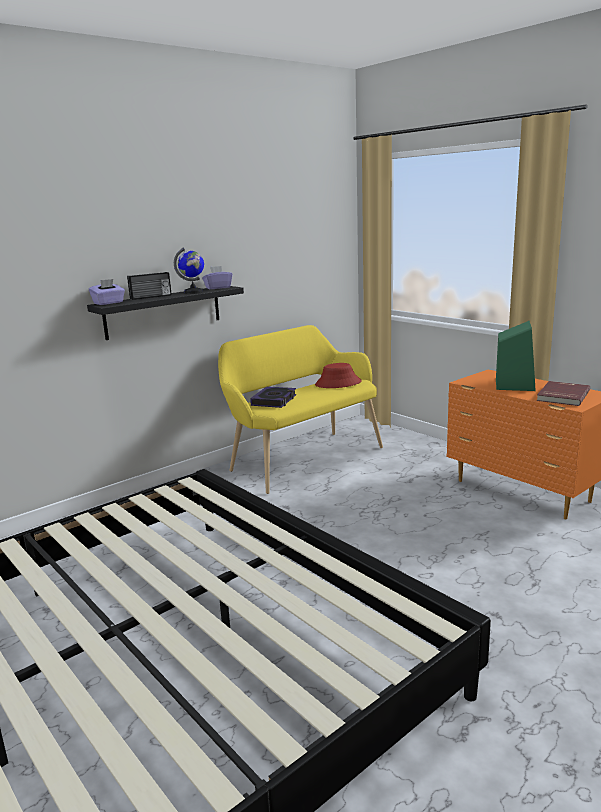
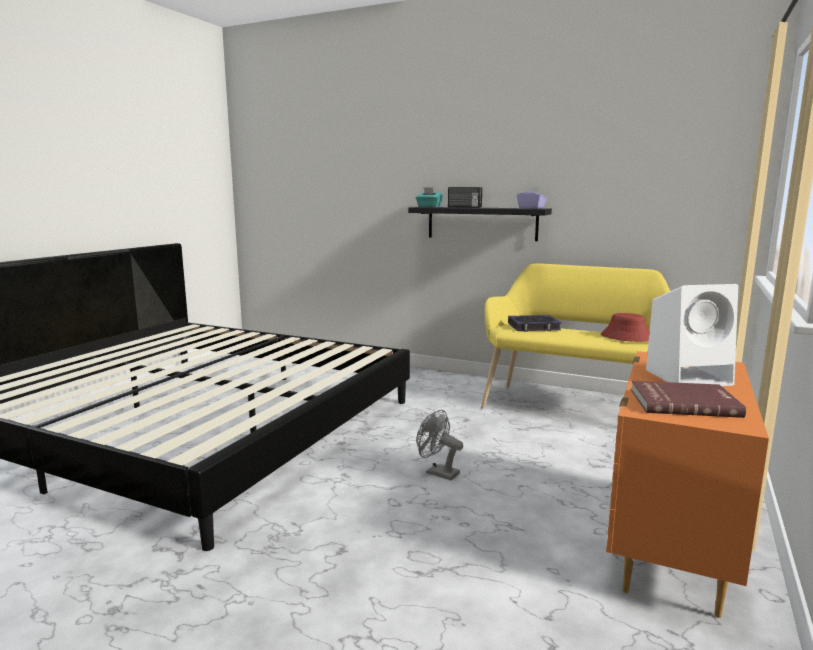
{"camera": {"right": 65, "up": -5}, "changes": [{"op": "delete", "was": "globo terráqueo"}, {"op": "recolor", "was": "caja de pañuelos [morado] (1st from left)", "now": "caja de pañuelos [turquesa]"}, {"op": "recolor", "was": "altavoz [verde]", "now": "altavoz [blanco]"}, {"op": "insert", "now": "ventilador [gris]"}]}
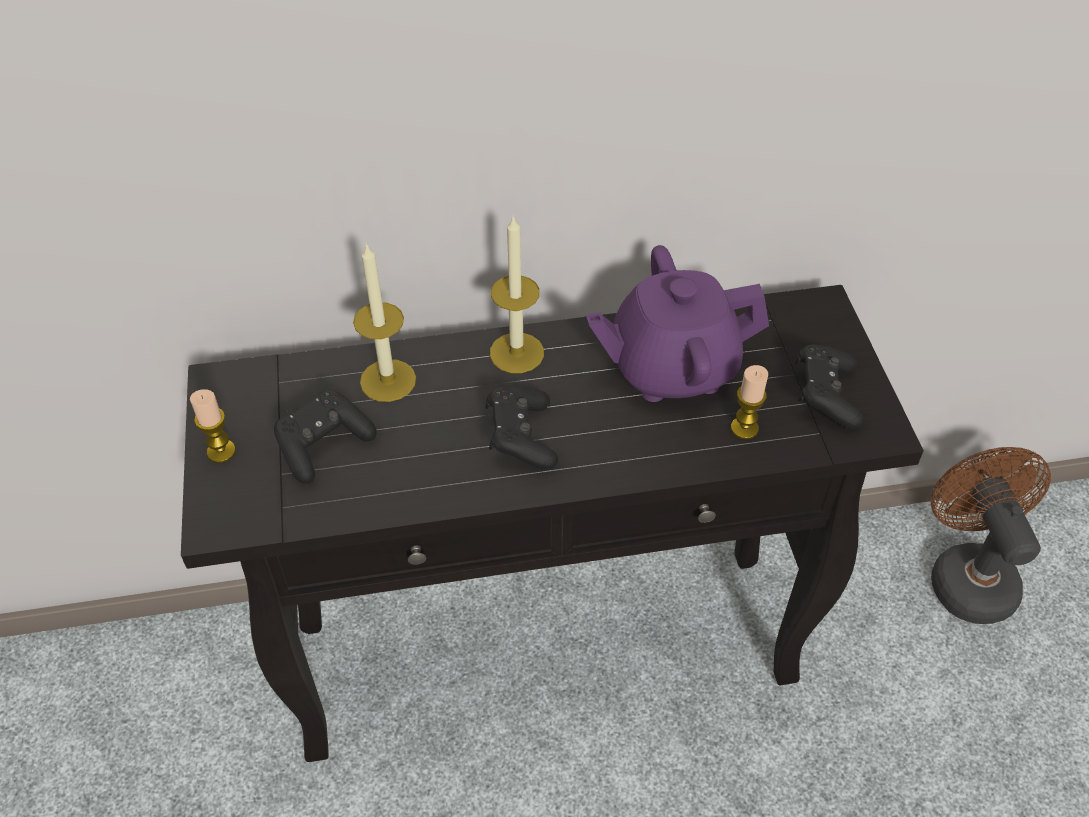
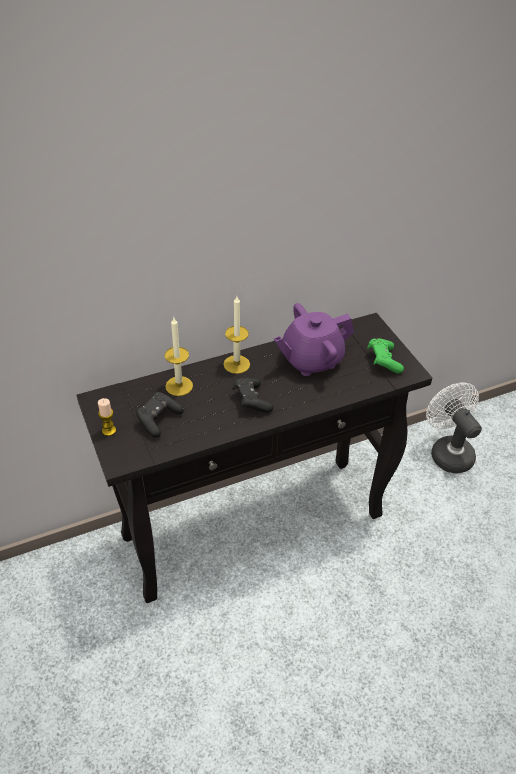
{"camera": {"right": -15, "up": -5}, "changes": [{"op": "recolor", "was": "mando de consola [negro] (3rd from left)", "now": "mando de consola [verde]"}, {"op": "delete", "was": "vela (4th from left)"}, {"op": "recolor", "was": "ventilador [marrón]", "now": "ventilador [blanco]"}]}
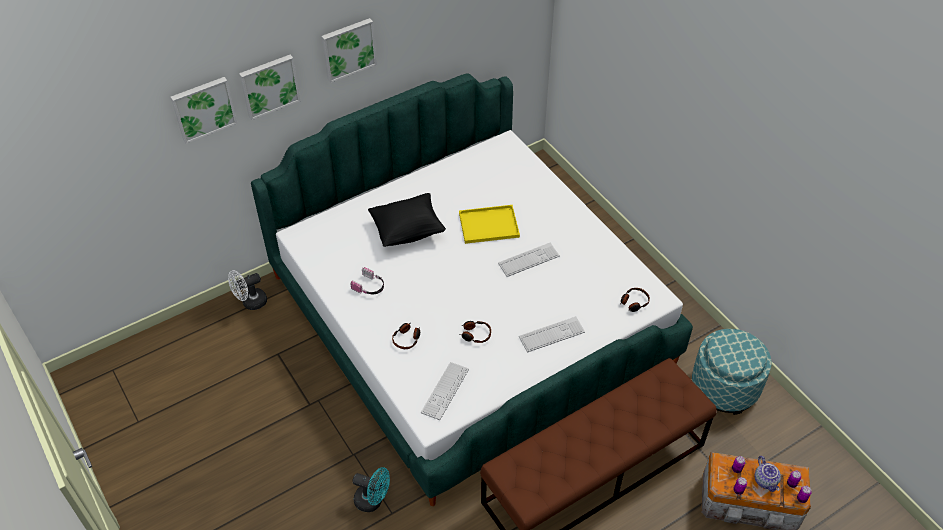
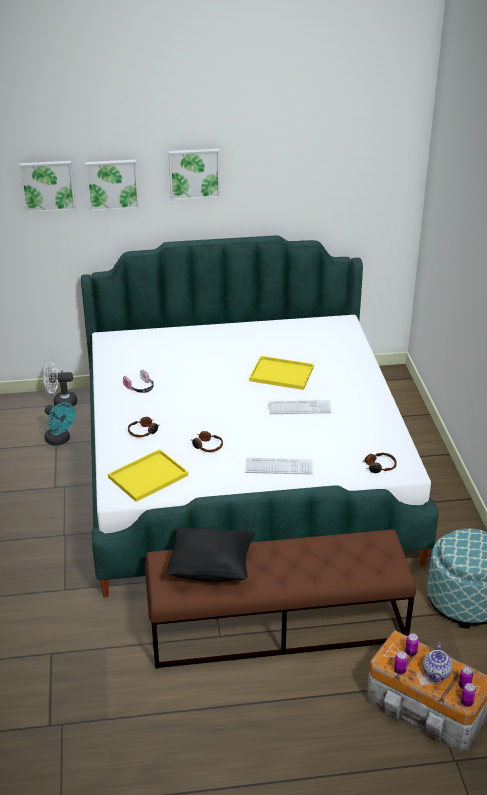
{"camera": {"right": 25, "up": -15}, "changes": [{"op": "move", "was": "cojín [negro]"}, {"op": "replace", "was": "teclado (1st from left)", "now": "bandeja [amarillo] (1st from left)"}, {"op": "move", "was": "ventilador [turquesa]"}]}
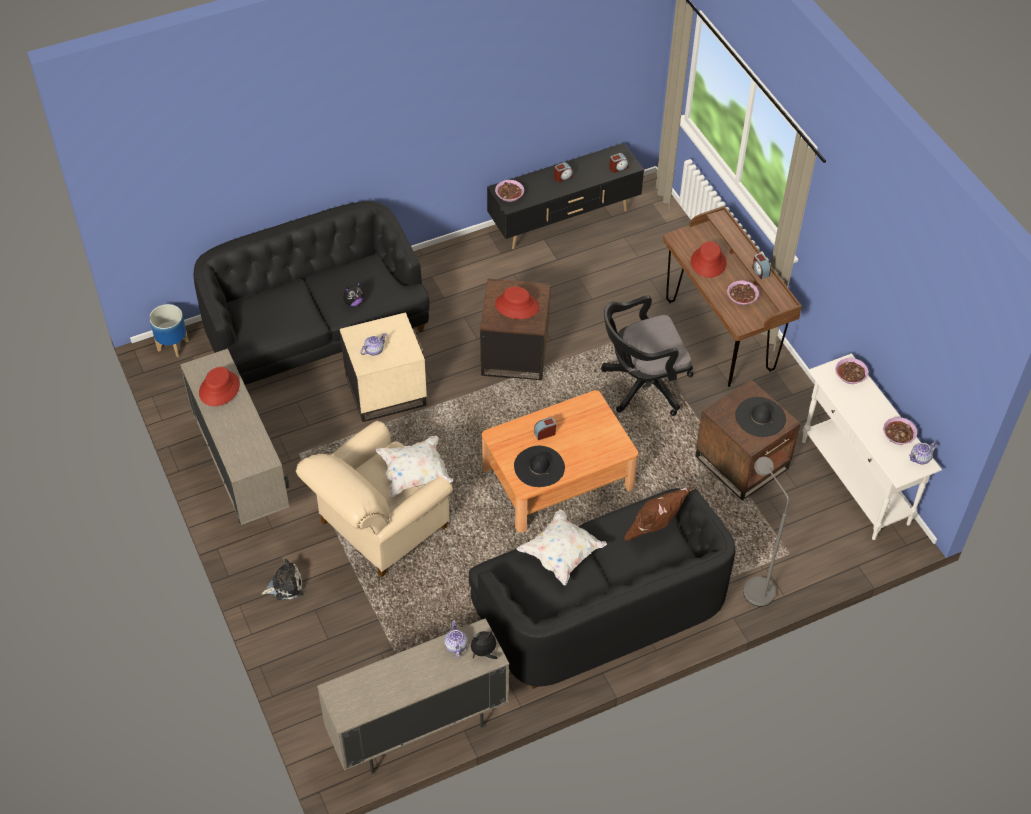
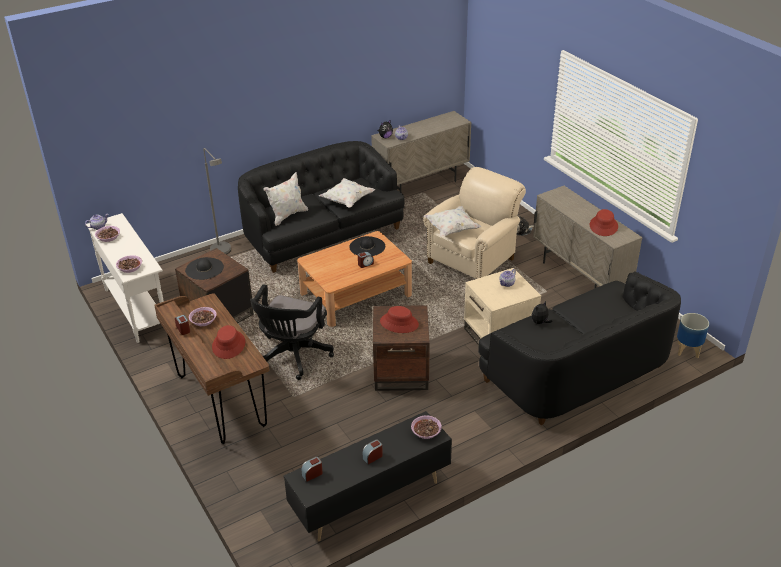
{"camera": {"right": 175, "up": -15}, "changes": [{"op": "rotate", "was": "silla de oficina [negro]", "clockwise": 135}, {"op": "recolor", "was": "cojín [marrón]", "now": "cojín [blanco] (1st from left)"}]}
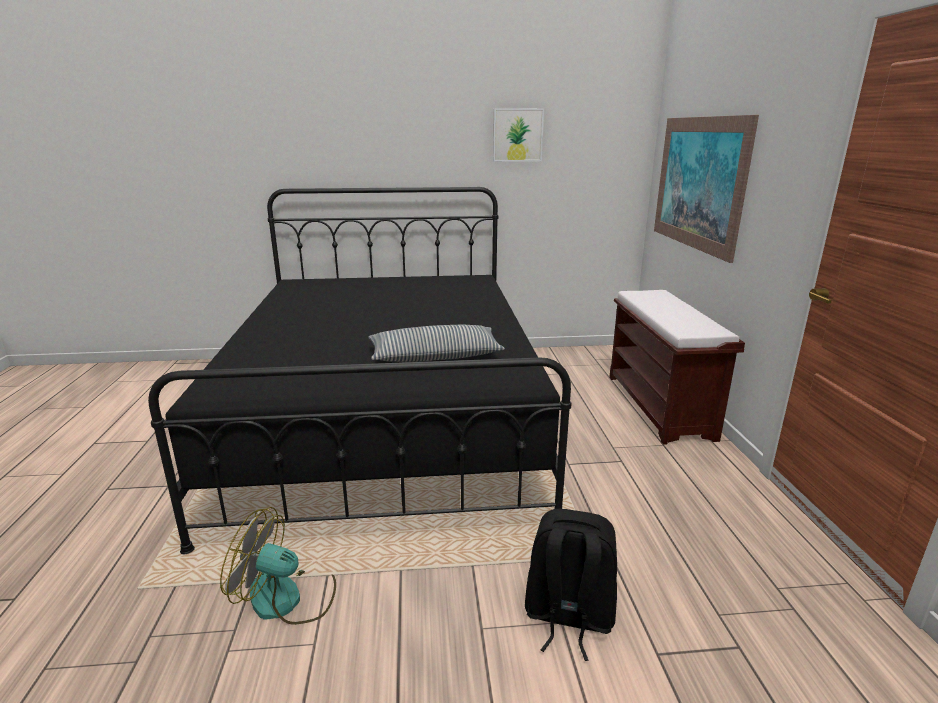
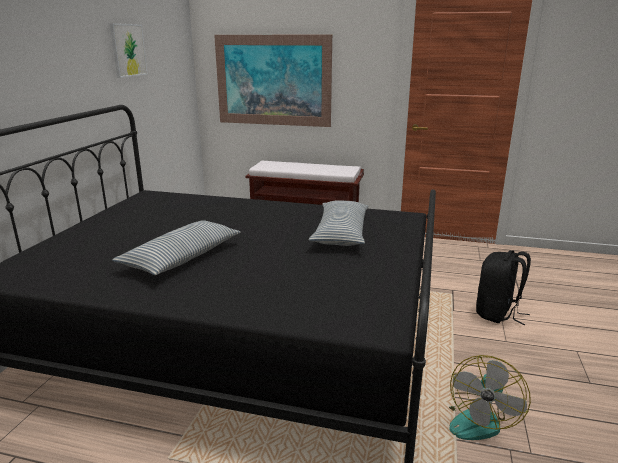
{"camera": {"right": -70, "up": 0}, "changes": [{"op": "insert", "now": "cojín (1st from left)"}]}
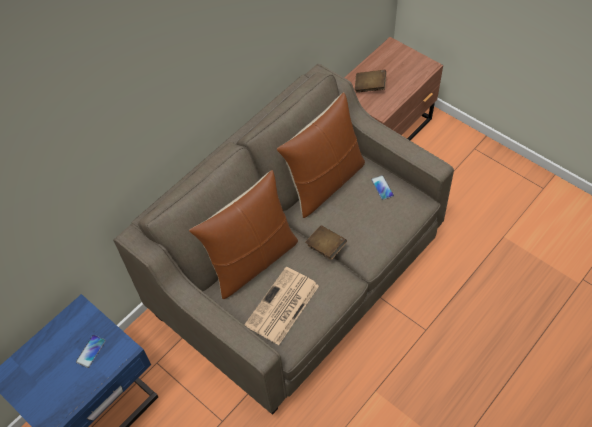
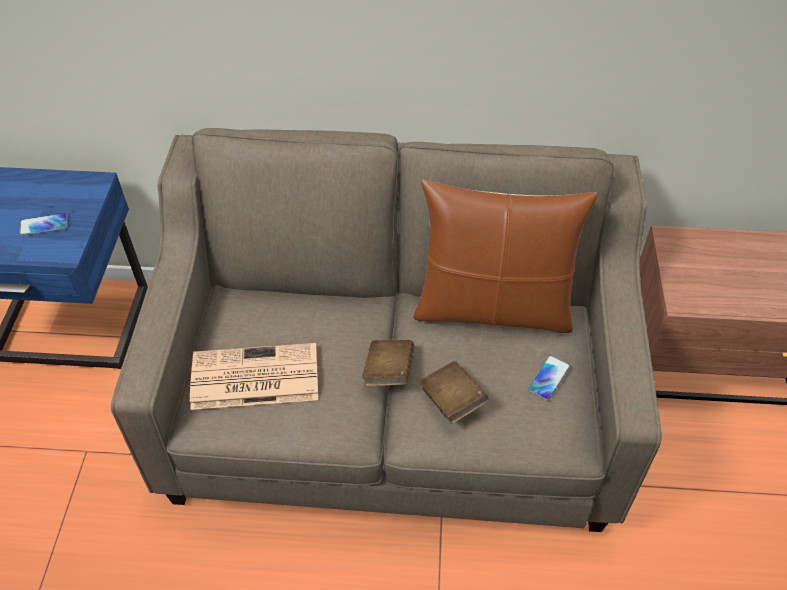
{"camera": {"right": 50, "up": -5}, "changes": [{"op": "move", "was": "libro [marrón] (2nd from left)"}, {"op": "delete", "was": "cojín [marrón] (1st from left)"}]}
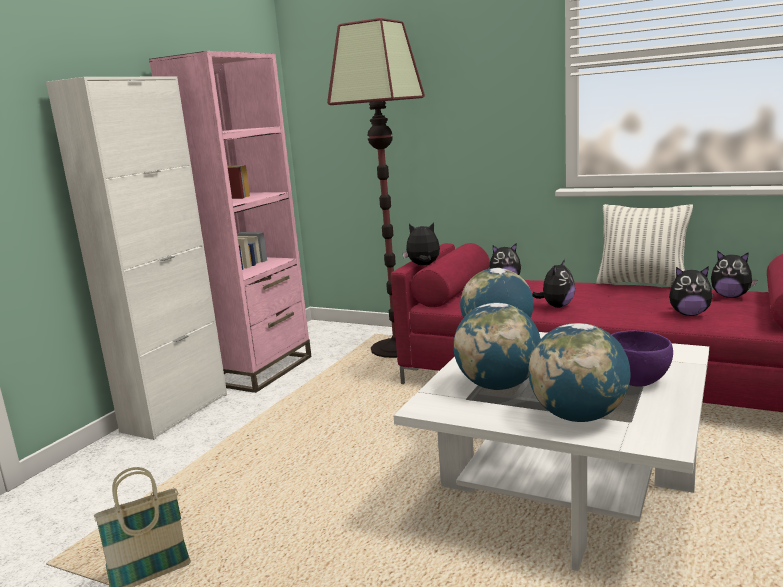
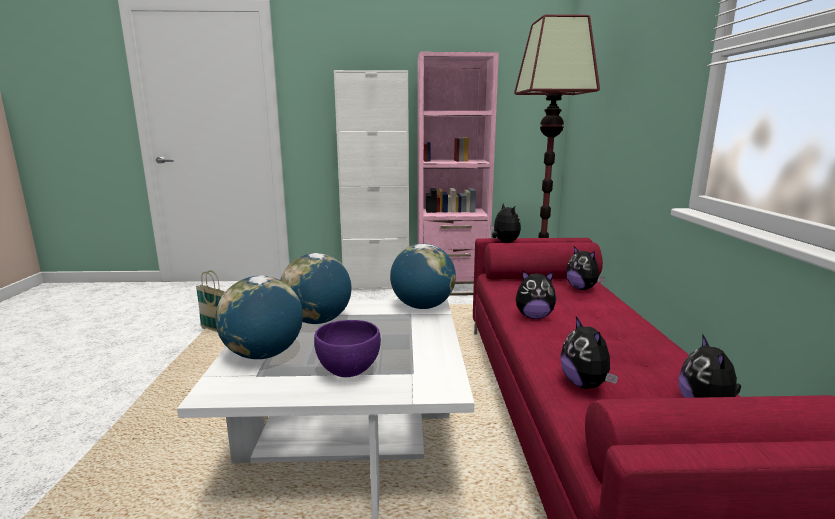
{"camera": {"right": 60, "up": 0}, "changes": [{"op": "delete", "was": "cojín"}]}
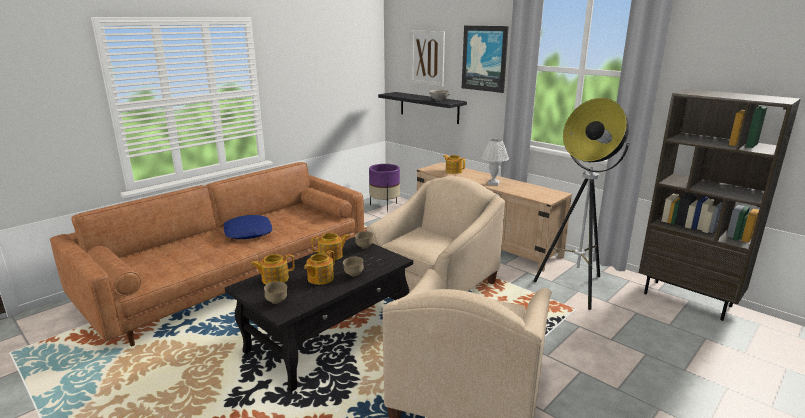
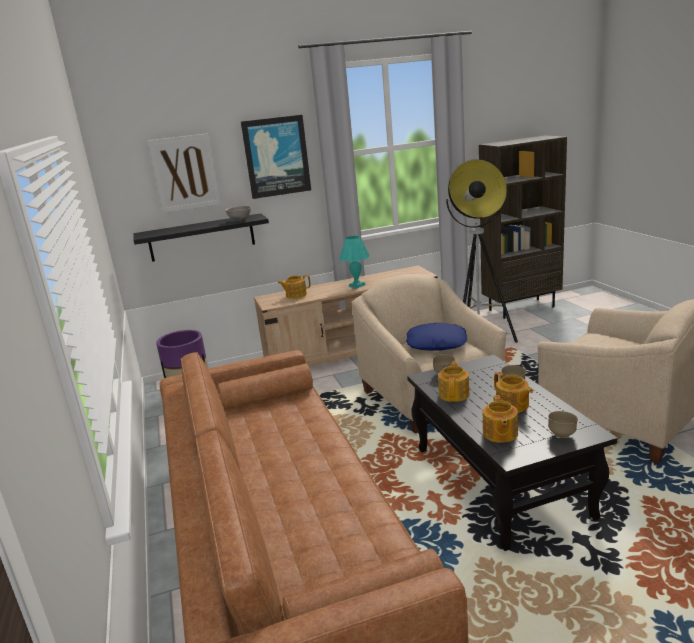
{"camera": {"right": -60, "up": 0}, "changes": [{"op": "recolor", "was": "lámpara de mesa [blanco]", "now": "lámpara de mesa [turquesa]"}, {"op": "move", "was": "cojín [azul]"}]}
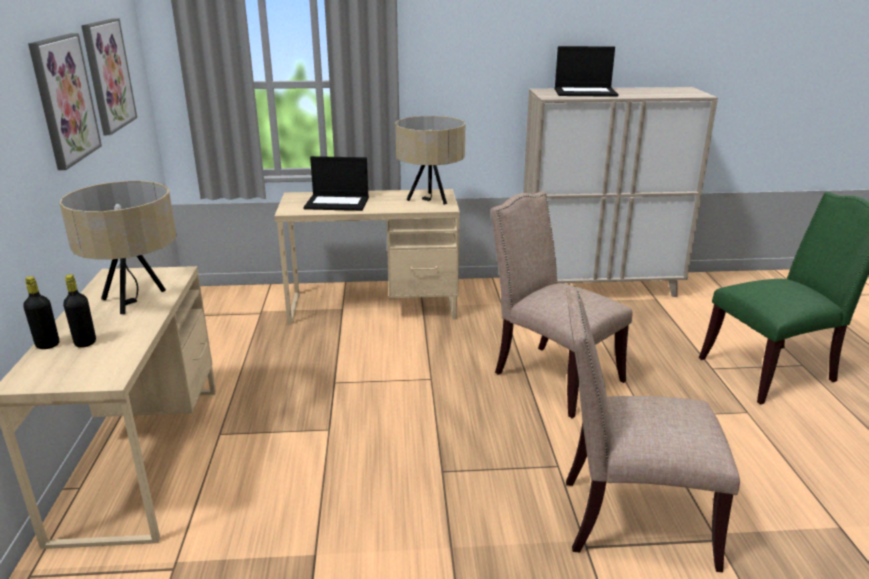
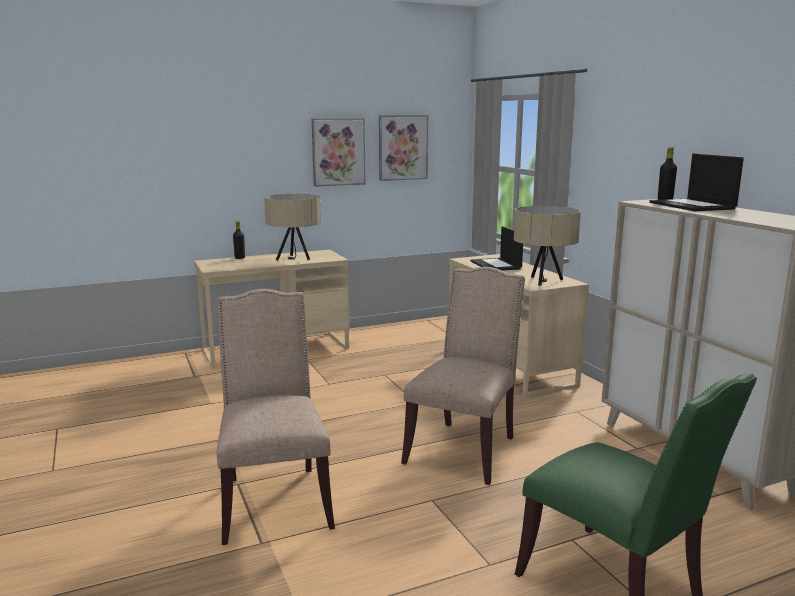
{"camera": {"right": 70, "up": -10}, "changes": [{"op": "move", "was": "botella [negro] (2nd from left)"}]}
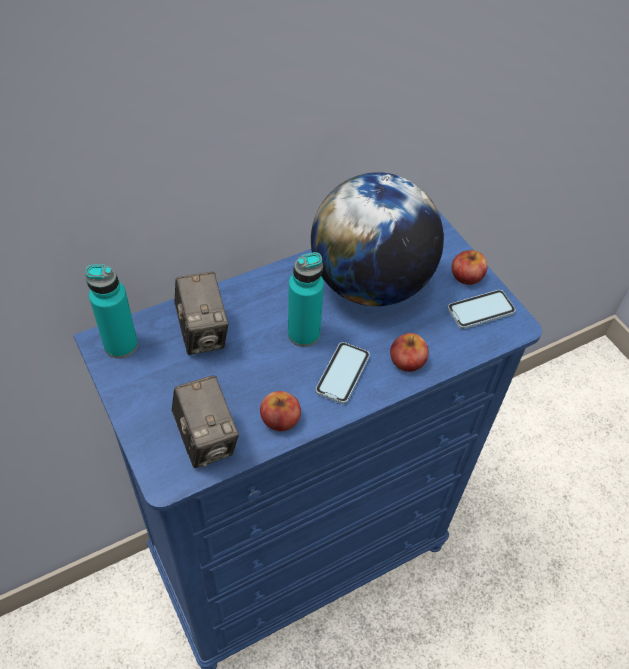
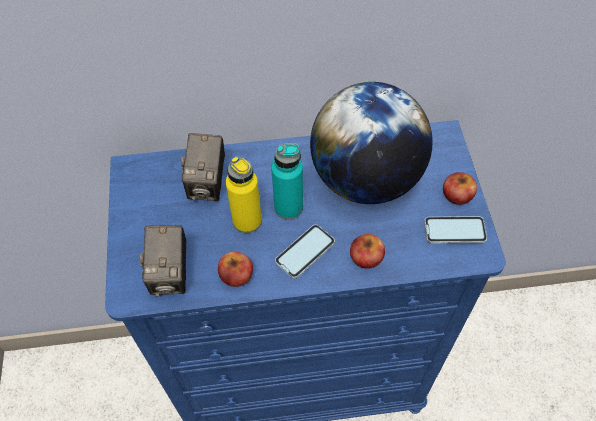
{"camera": {"right": 25, "up": 5}, "changes": [{"op": "delete", "was": "botella [turquesa] (1st from left)"}, {"op": "insert", "now": "botella [amarillo]"}]}
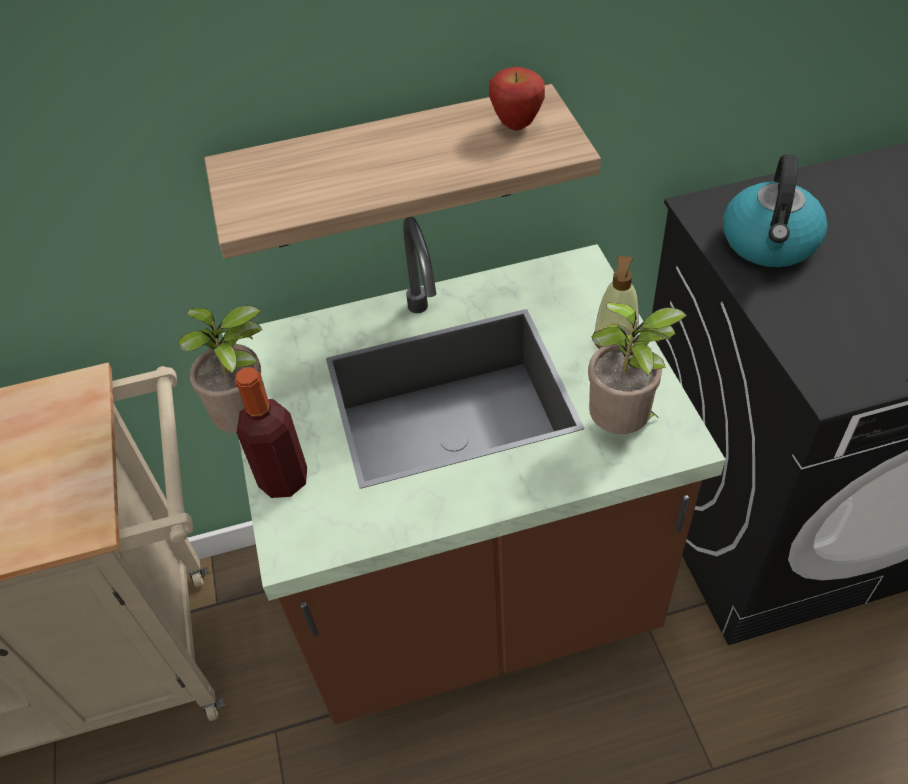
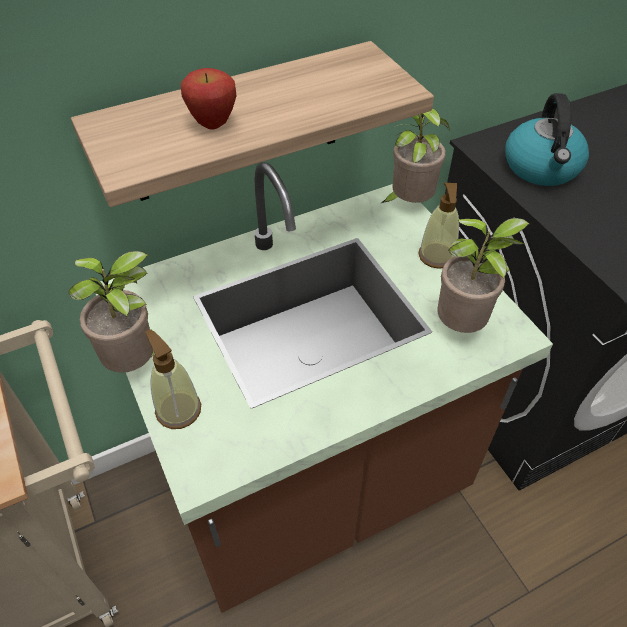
{"camera": {"right": -15, "up": 0}, "changes": [{"op": "move", "was": "manzana"}, {"op": "replace", "was": "botella", "now": "dispensador de jabón (1st from left)"}, {"op": "insert", "now": "planta en maceta (2nd from left)"}]}
